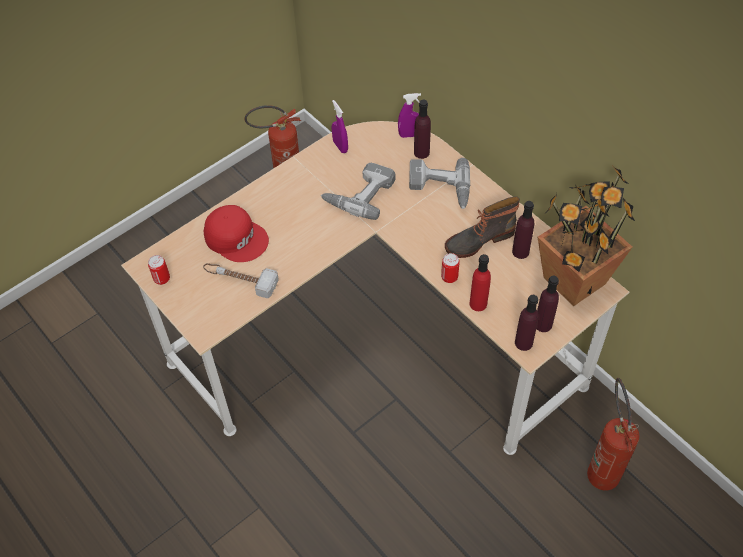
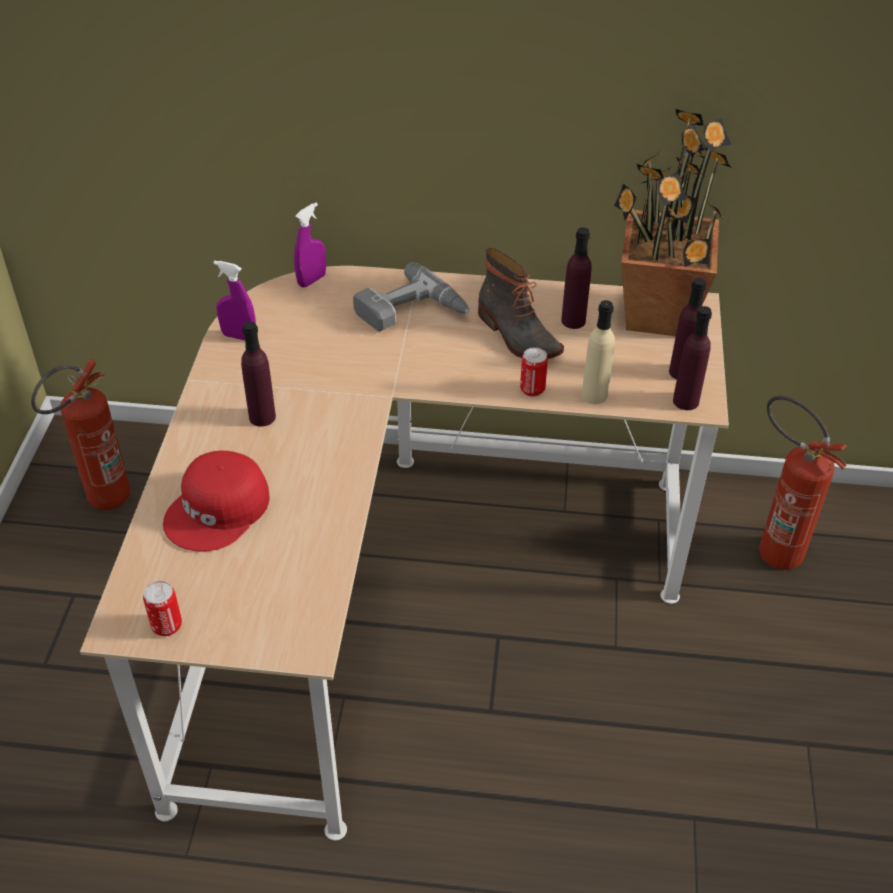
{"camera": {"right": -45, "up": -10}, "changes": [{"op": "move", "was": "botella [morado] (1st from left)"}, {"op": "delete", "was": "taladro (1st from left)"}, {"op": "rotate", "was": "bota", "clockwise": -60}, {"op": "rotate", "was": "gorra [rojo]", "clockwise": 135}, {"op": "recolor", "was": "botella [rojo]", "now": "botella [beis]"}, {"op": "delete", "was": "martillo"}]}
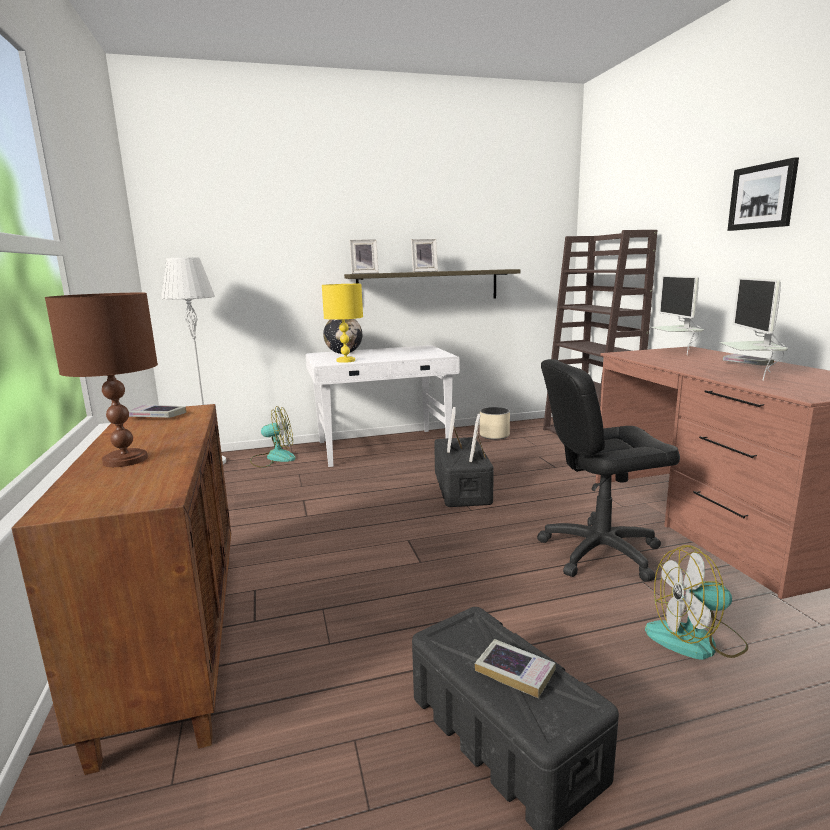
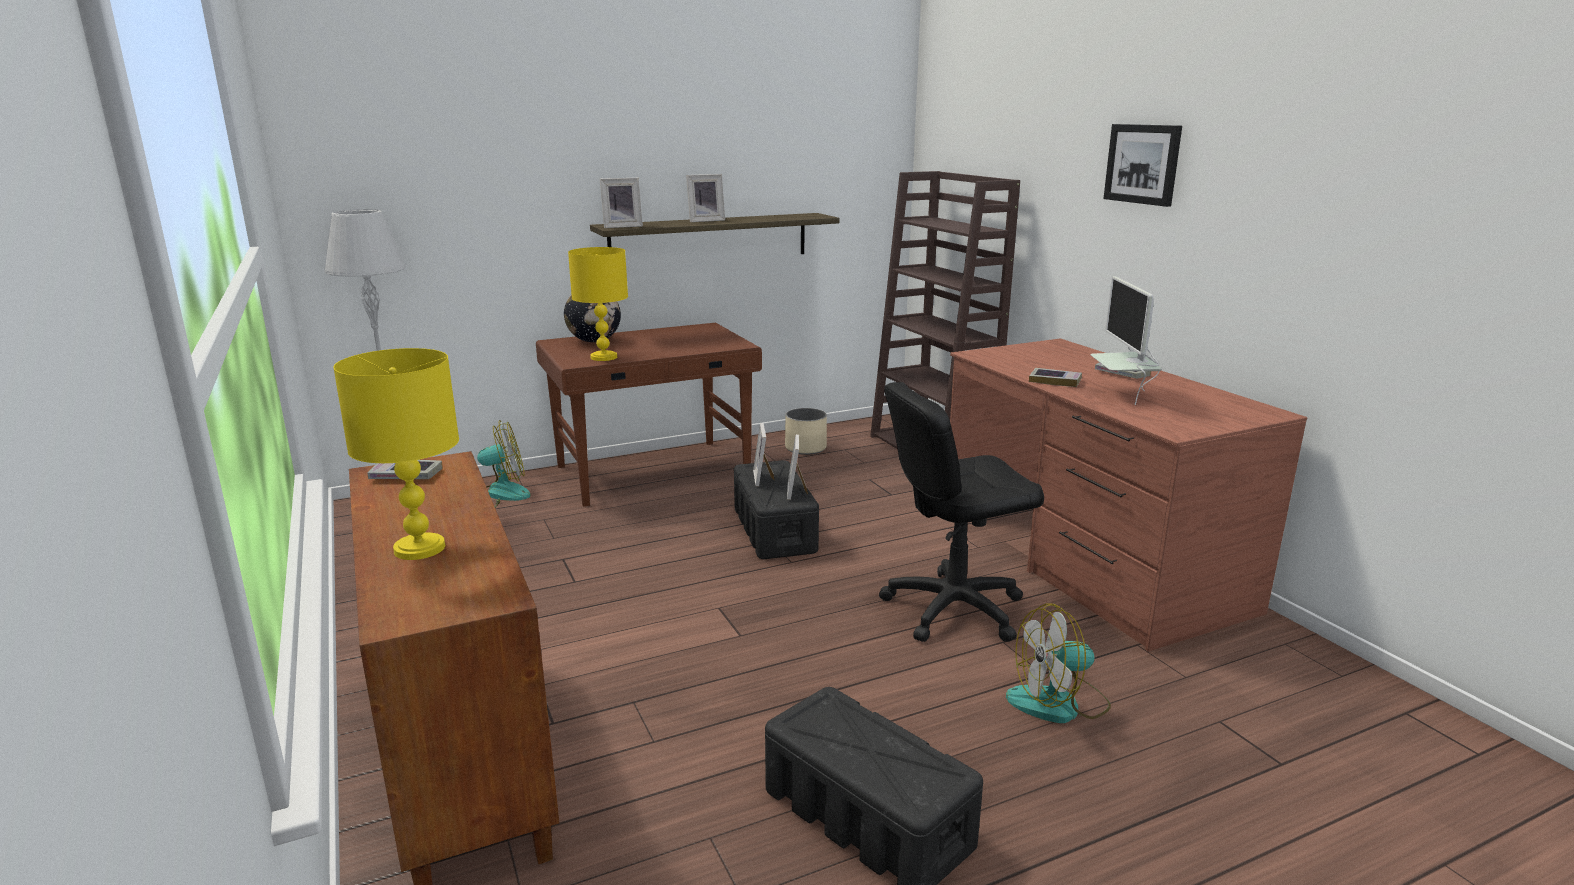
{"camera": {"right": -10, "up": 5}, "changes": [{"op": "delete", "was": "monitor (1st from left)"}, {"op": "recolor", "was": "lámpara de mesa [marrón]", "now": "lámpara de mesa [amarillo] (1st from left)"}, {"op": "recolor", "was": "escritorio [blanco]", "now": "escritorio [marrón] (1st from left)"}, {"op": "move", "was": "libro (2nd from left)"}]}
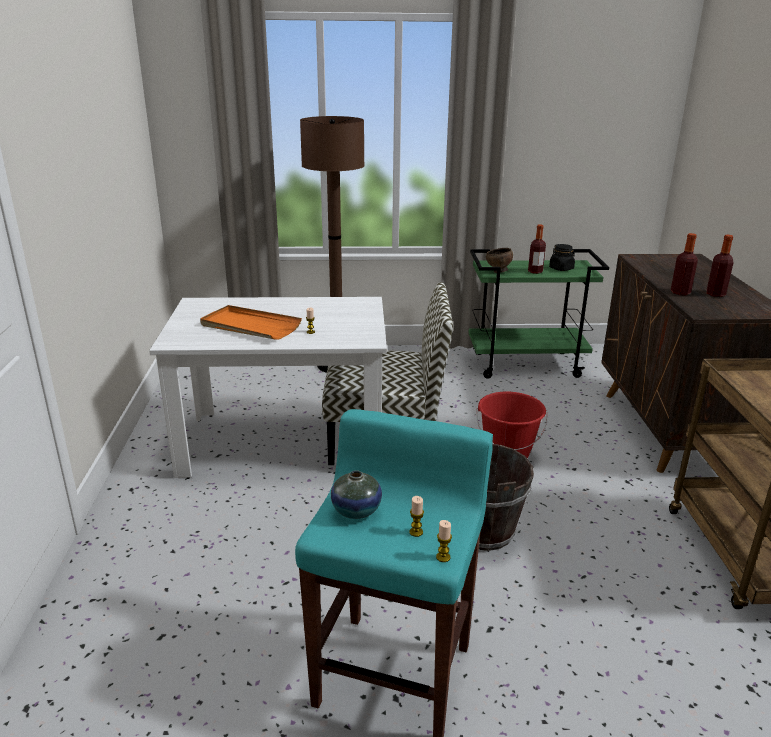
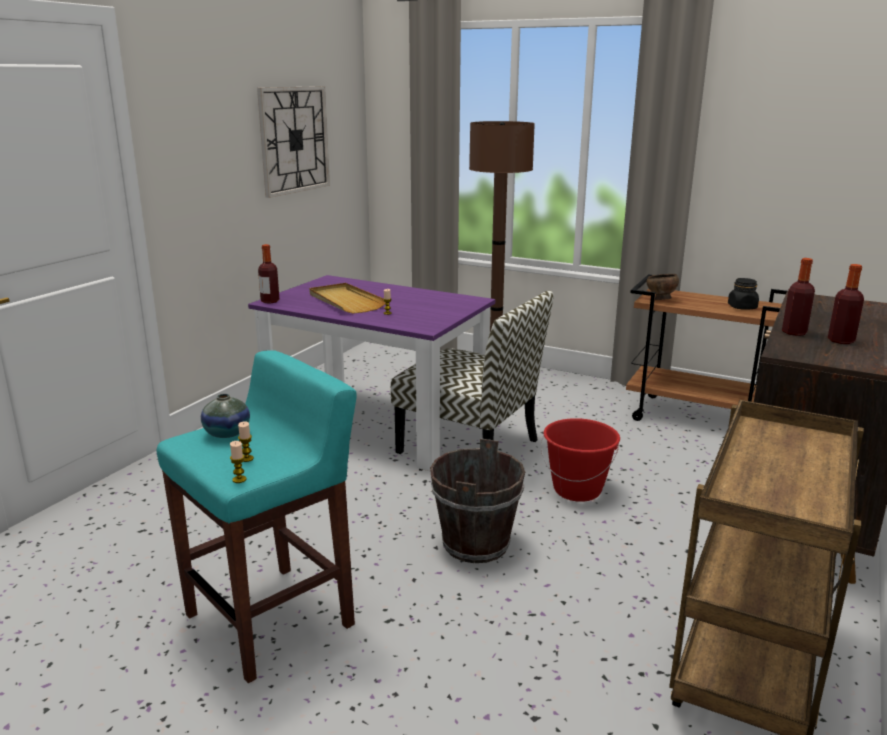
{"camera": {"right": 30, "up": -5}, "changes": [{"op": "move", "was": "botella (1st from left)"}, {"op": "recolor", "was": "carrito [verde]", "now": "carrito [marrón] (1st from left)"}, {"op": "recolor", "was": "mesa de comedor [blanco]", "now": "mesa de comedor [morado]"}, {"op": "recolor", "was": "bandeja [naranja]", "now": "bandeja [beis]"}, {"op": "insert", "now": "reloj de pared"}]}
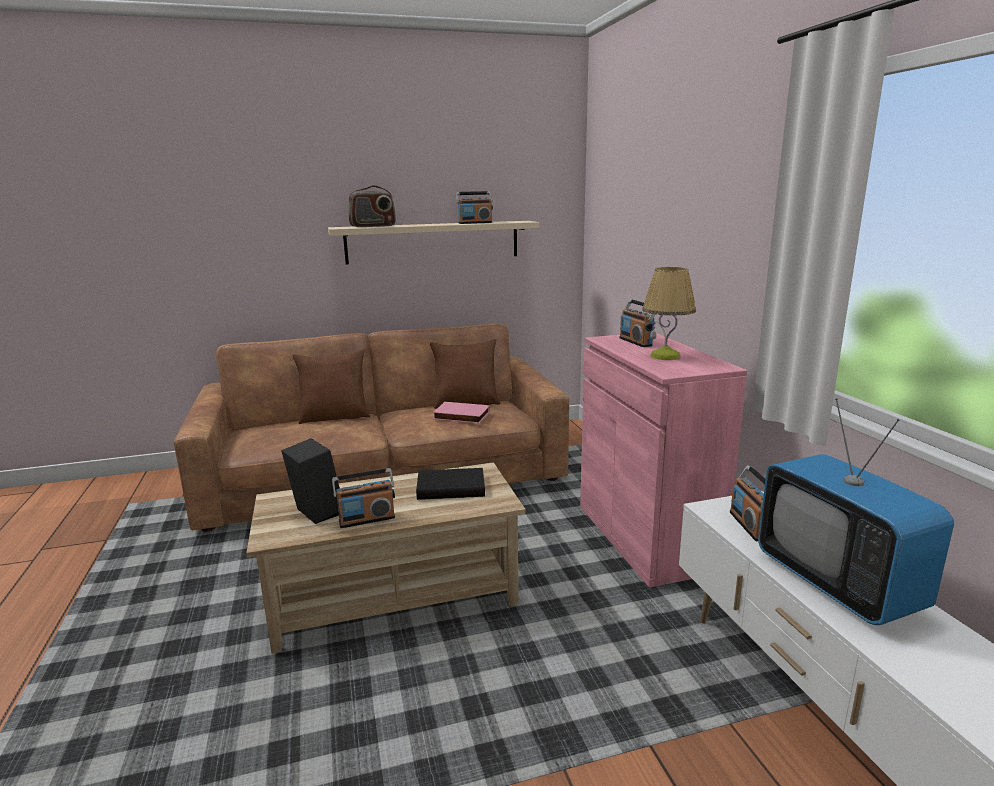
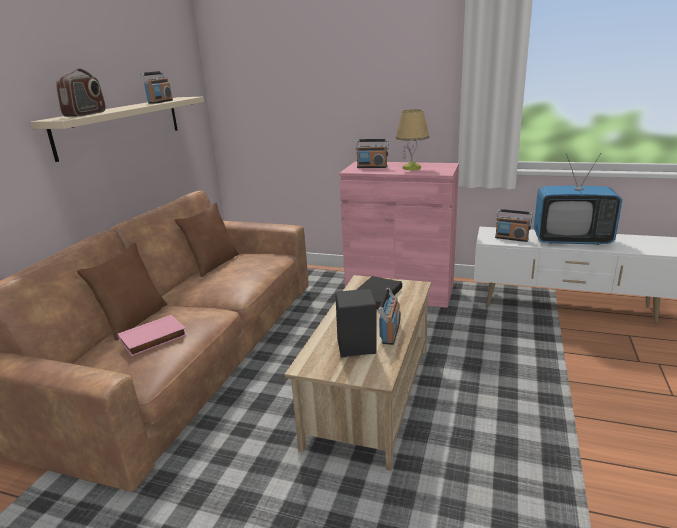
{"camera": {"right": -55, "up": 5}, "changes": [{"op": "move", "was": "libro [rosa]"}]}
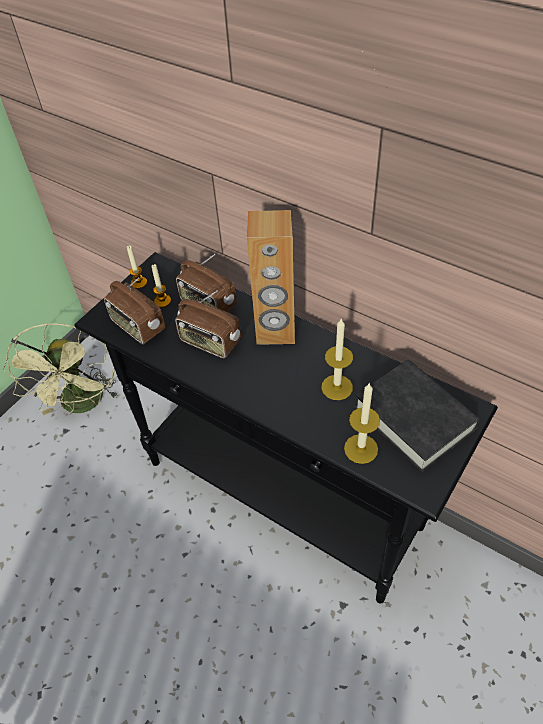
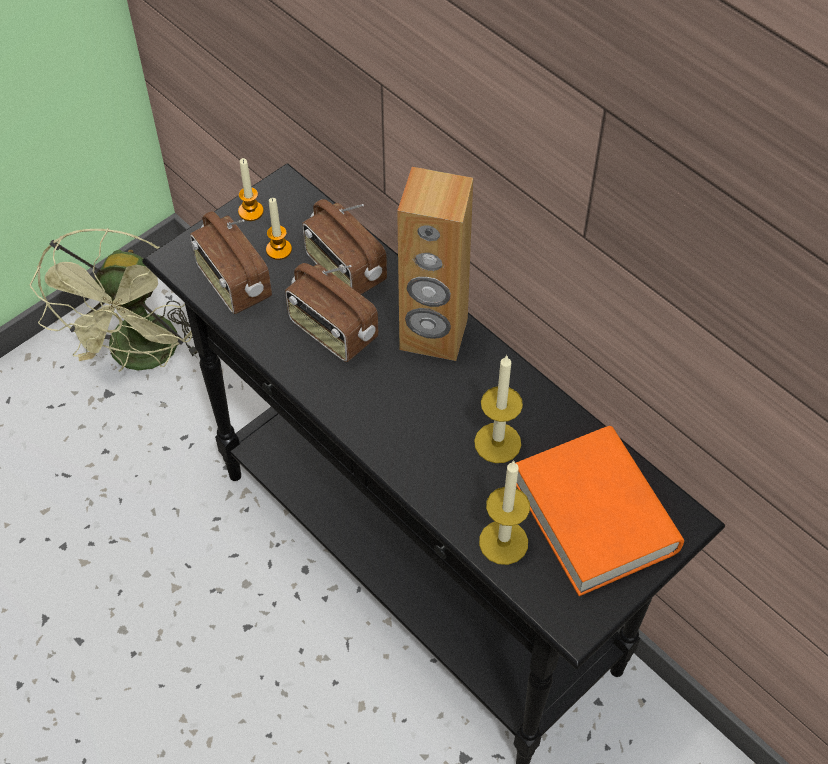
{"camera": {"right": 10, "up": 5}, "changes": [{"op": "recolor", "was": "libro [negro]", "now": "libro [naranja]"}]}
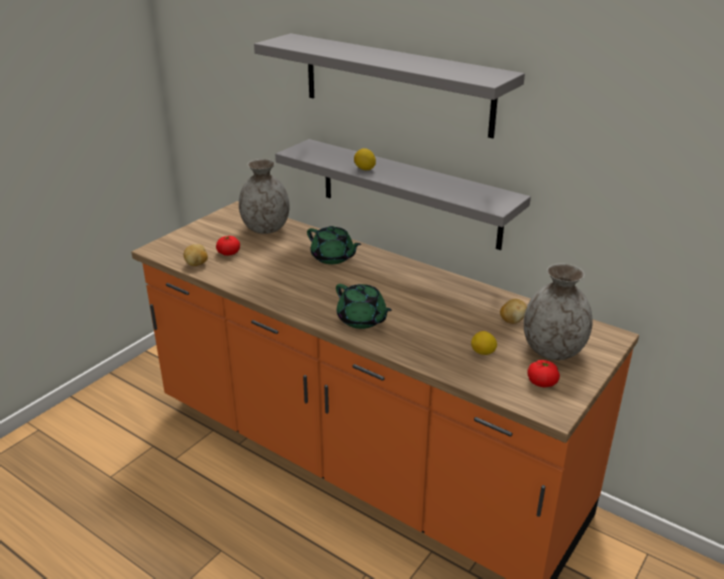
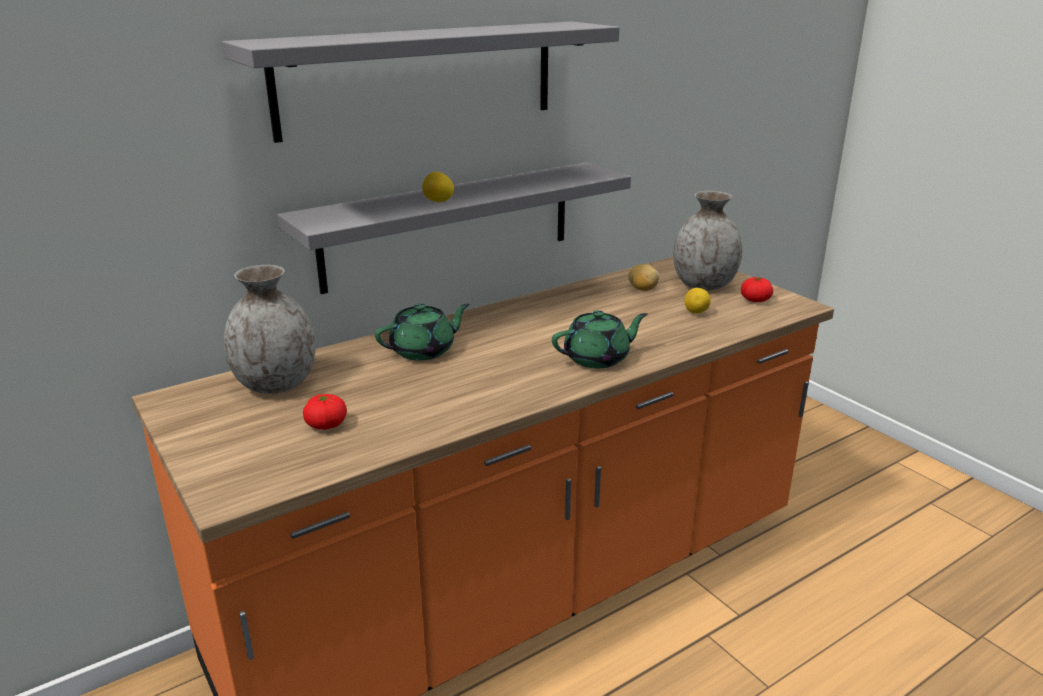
{"camera": {"right": -70, "up": -5}, "changes": [{"op": "delete", "was": "patata (1st from left)"}]}
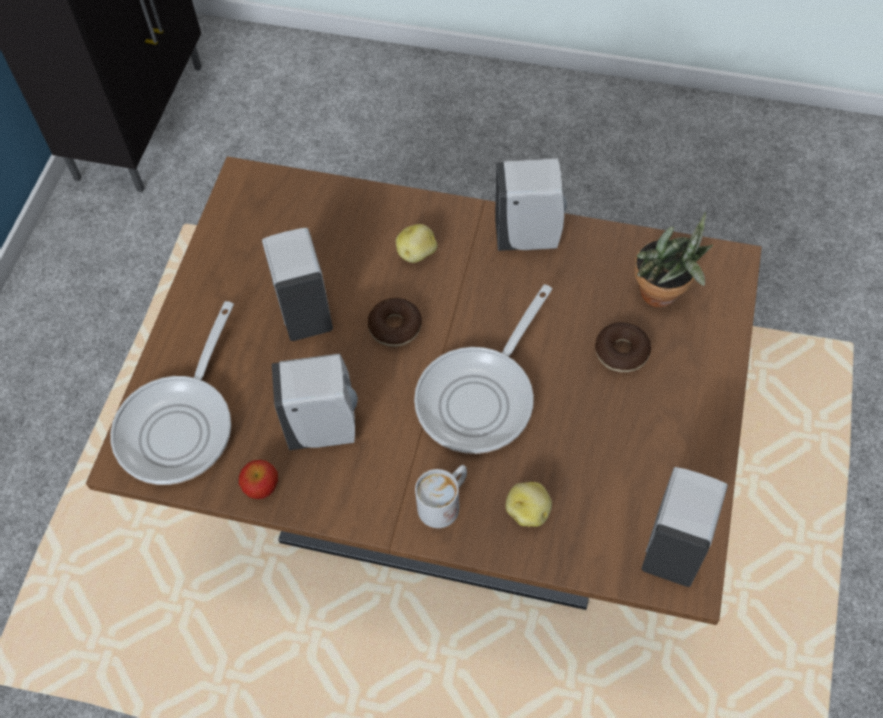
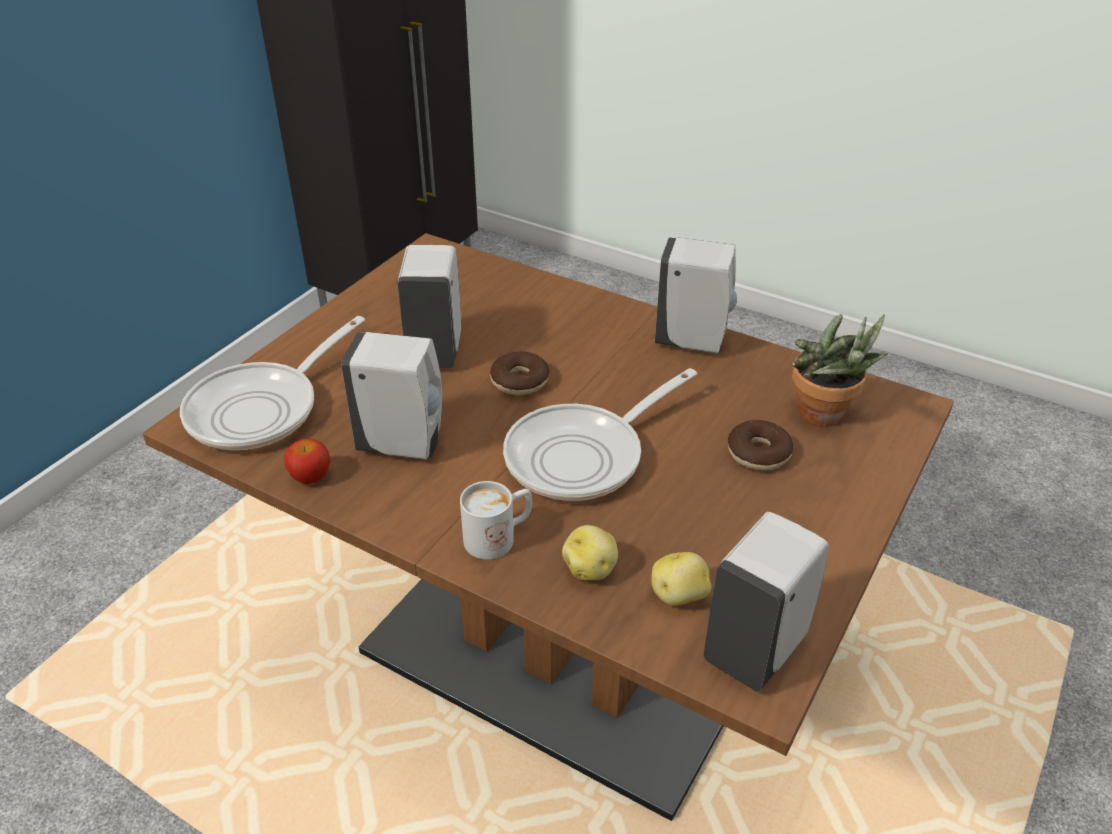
{"camera": {"right": 15, "up": -20}, "changes": [{"op": "move", "was": "patata (1st from left in the first image)", "now": "patata (2nd from left)"}]}
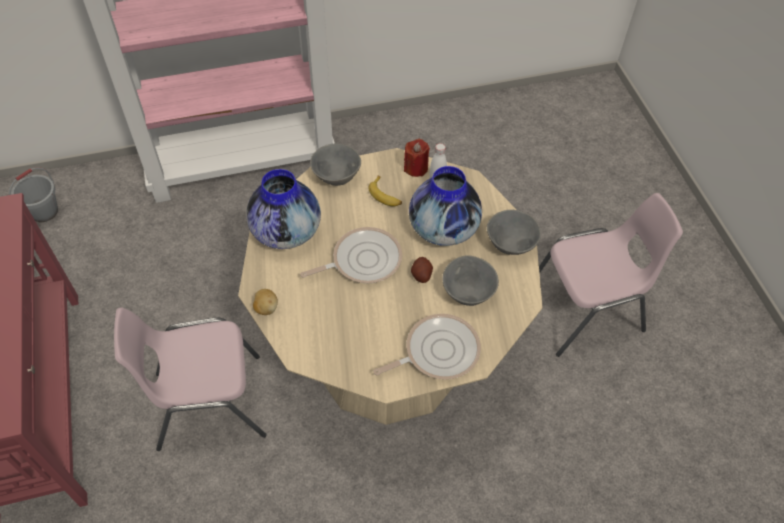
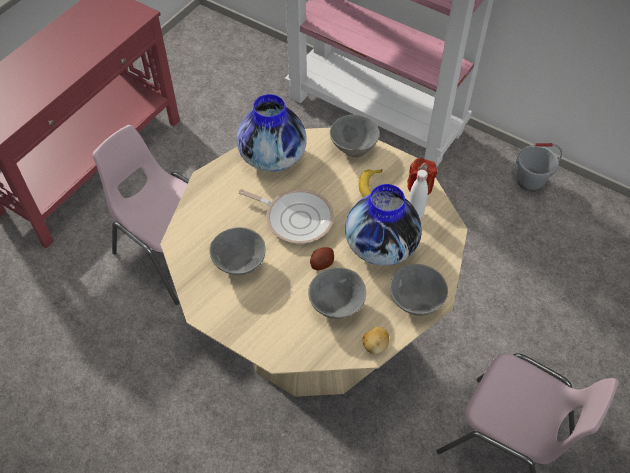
{"camera": {"right": 50, "up": 0}, "changes": [{"op": "move", "was": "cubo [gris]"}, {"op": "move", "was": "patata (1st from left in the first image)", "now": "patata (2nd from left)"}, {"op": "delete", "was": "sartén (2nd from left)"}, {"op": "insert", "now": "cuenco [gris] (1st from left)"}]}
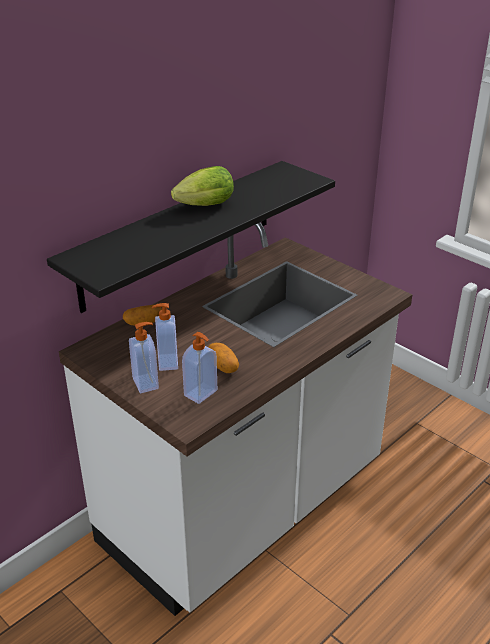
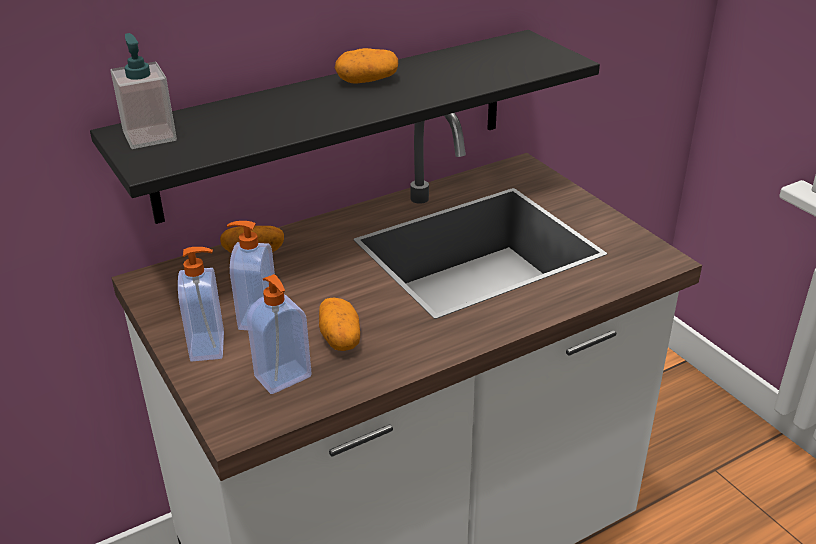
{"camera": {"right": 15, "up": 0}, "changes": [{"op": "replace", "was": "lechuga", "now": "patata (3rd from left)"}, {"op": "insert", "now": "dispensador de jabón (1st from left)"}]}
